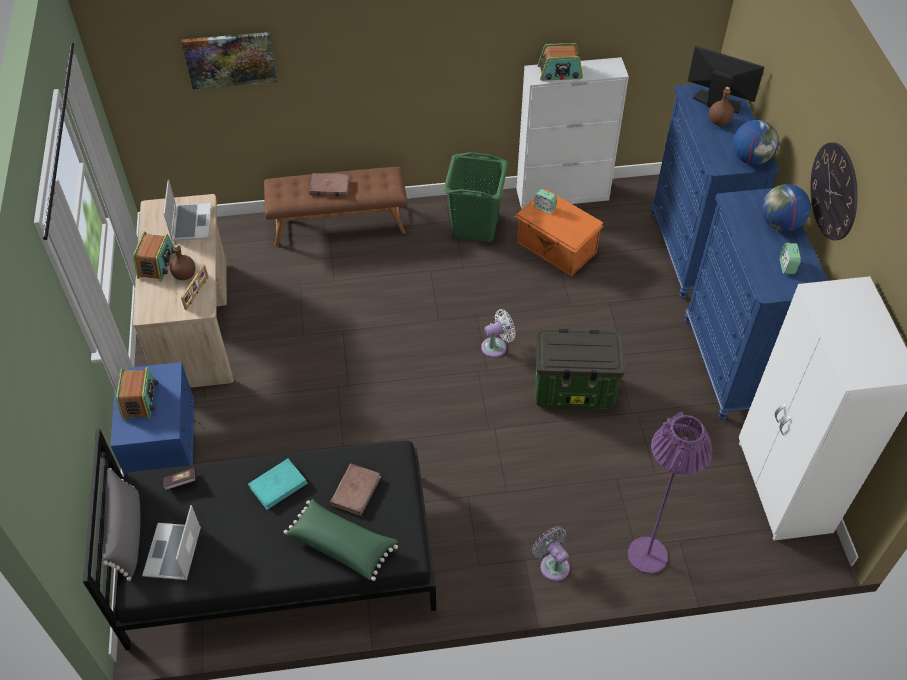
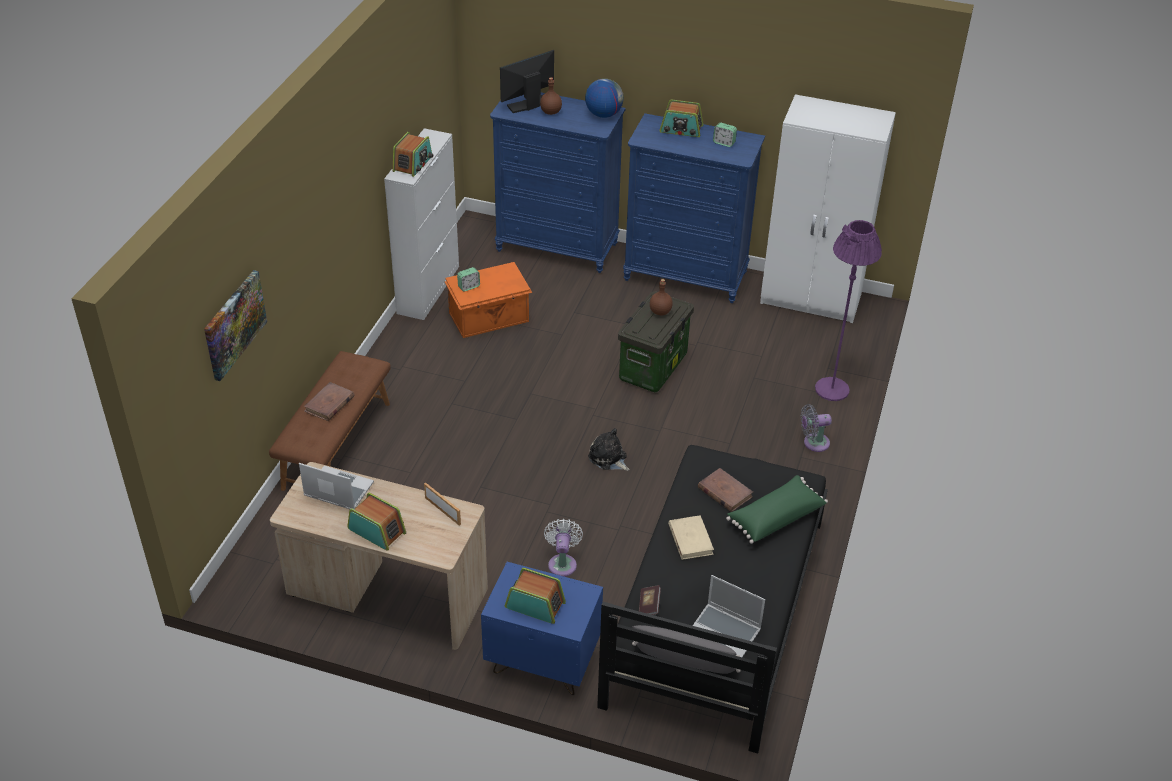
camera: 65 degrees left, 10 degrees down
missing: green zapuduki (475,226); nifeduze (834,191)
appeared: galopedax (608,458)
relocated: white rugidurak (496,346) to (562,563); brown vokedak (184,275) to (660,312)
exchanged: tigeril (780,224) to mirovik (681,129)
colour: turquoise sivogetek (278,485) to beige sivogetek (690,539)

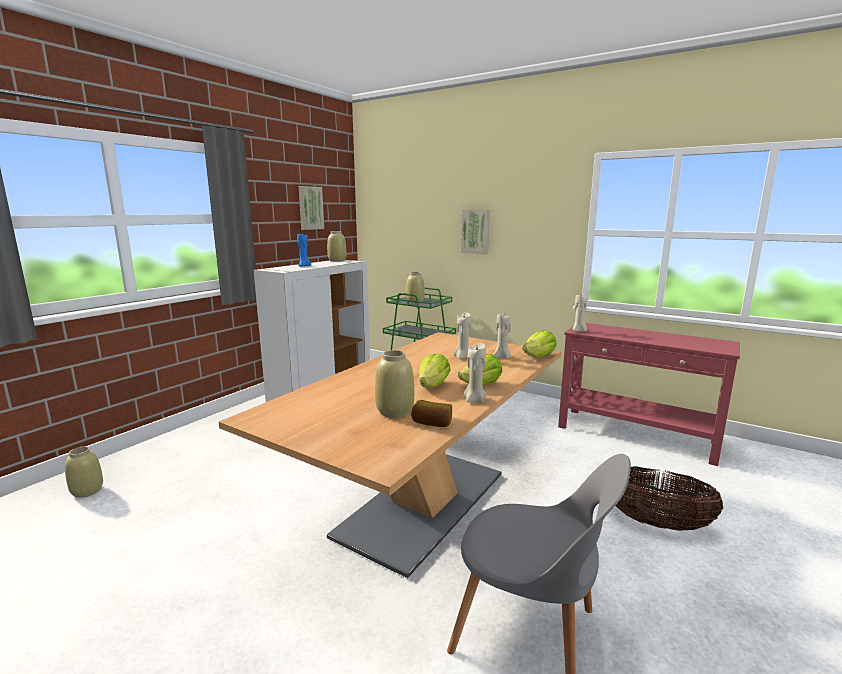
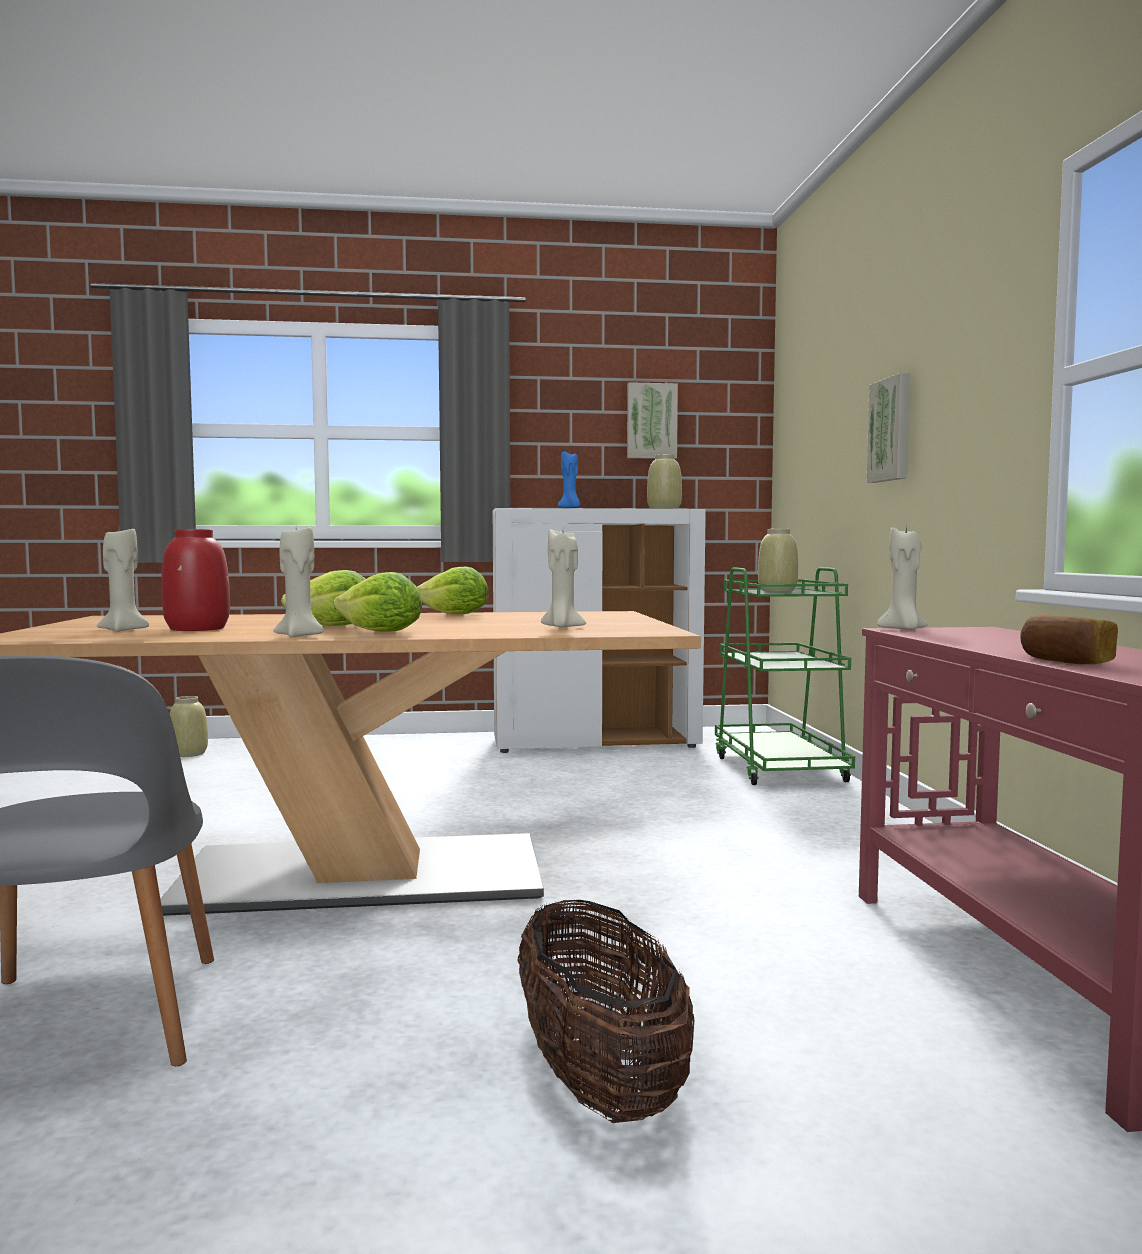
camera: 50 degrees right, 10 degrees down
relocated: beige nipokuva (462,357) to (124,630); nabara (539,356) to (455,615); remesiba (432,423) to (1064,661)
colour: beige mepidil (395,411) to red mepidil (198,629)

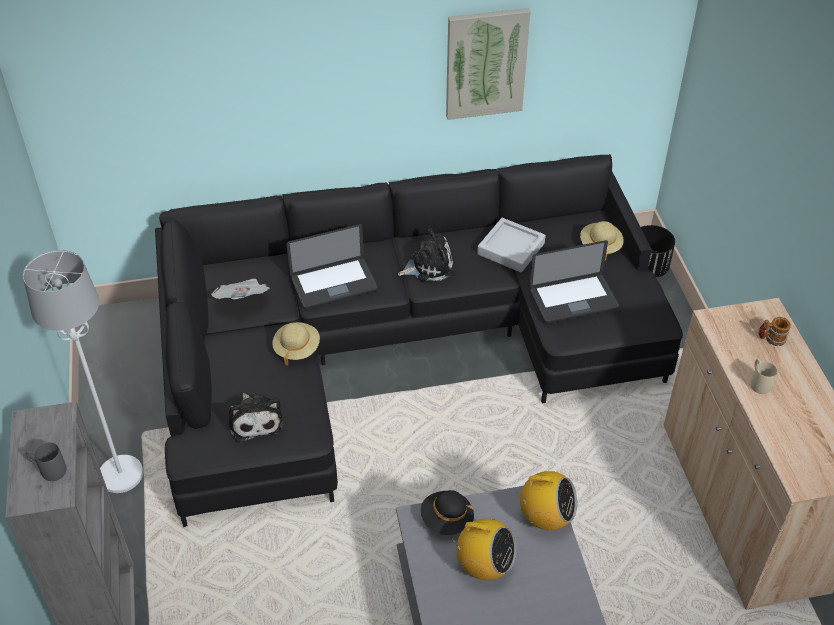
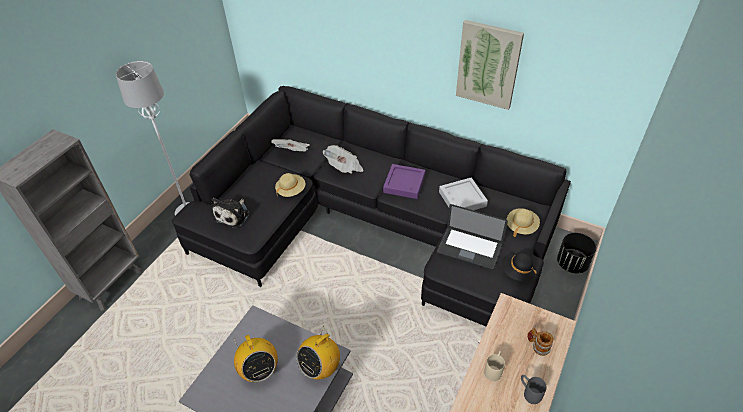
camera: 40 degrees right, 0 degrees up
relocated: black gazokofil (447,520) to (517,272); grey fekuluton (48,470) to (529,392)
exchanged: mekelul (334,284) to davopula (344,167); galopedax (428,266) to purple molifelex (404,184)
spun: mirovik (545,518) = (320,367) 75 degrees clockwise

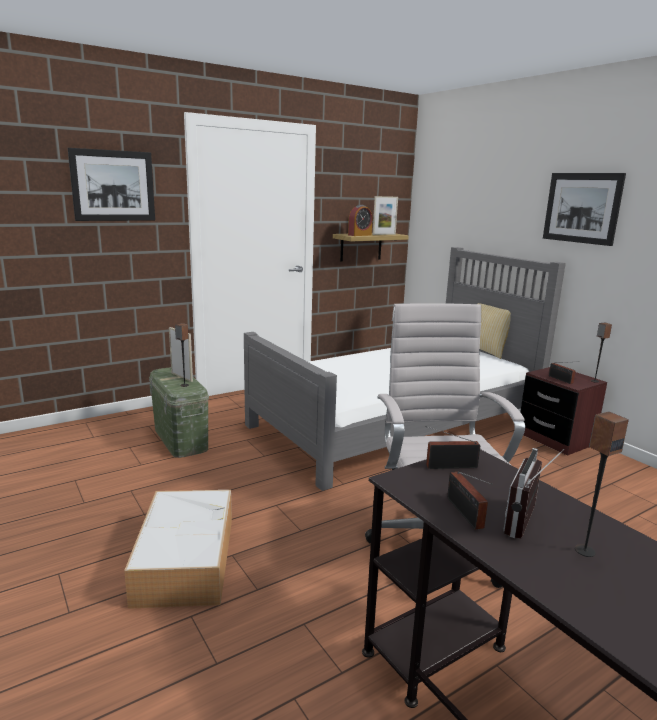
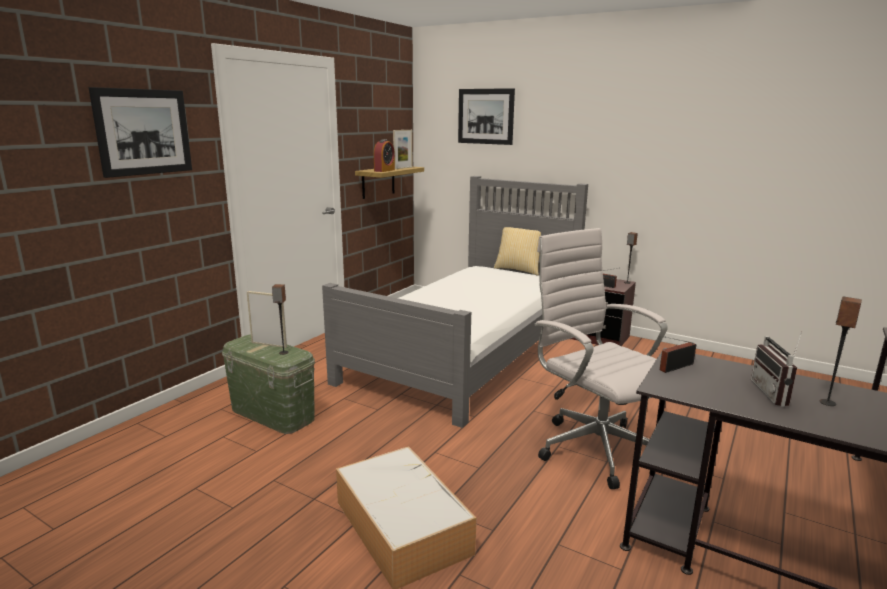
camera: 25 degrees left, 0 degrees up
missing: mirovik (465,514)
relocated: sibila (582,208) to (485,116)

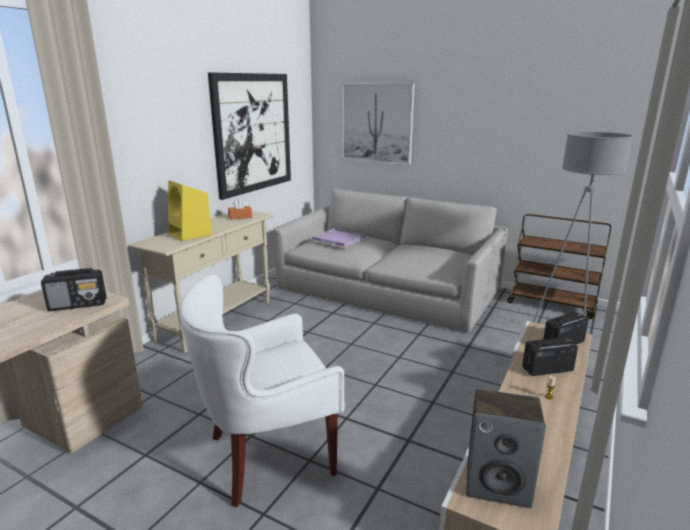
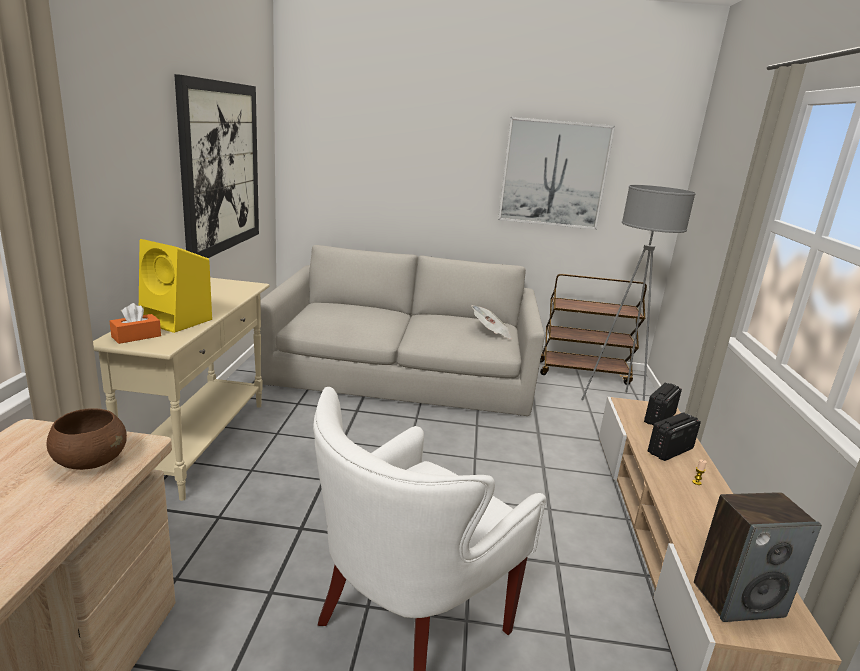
camera: 25 degrees left, 0 degrees up
missing: purple molifelex (339,239)
appeared: davopula (491,333)
relocated: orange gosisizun (240,217) to (136,336); sibila (376,123) to (554,174)
exchanged: mirovik (78,305) to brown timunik (90,462)

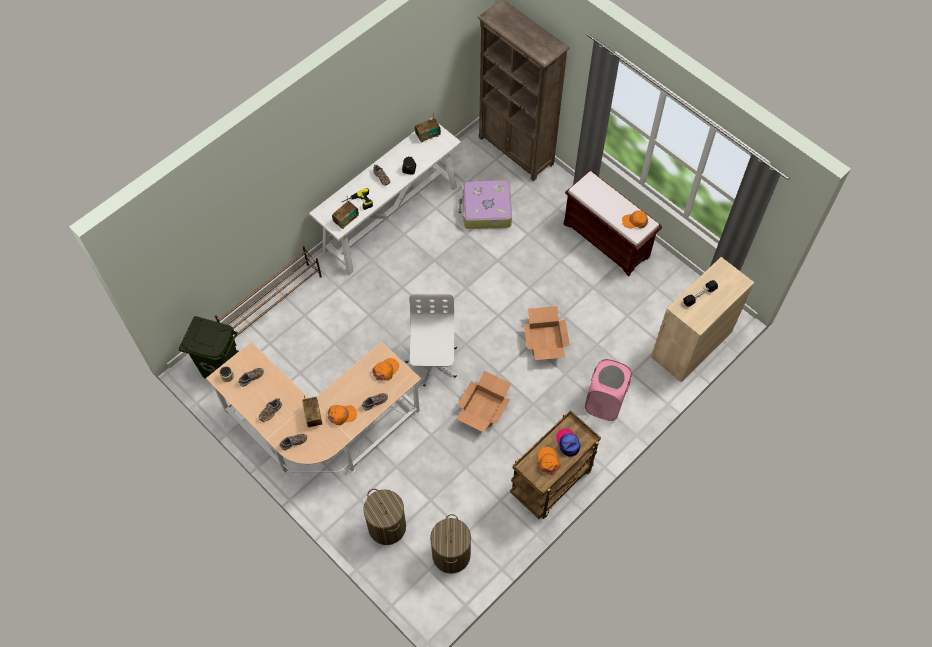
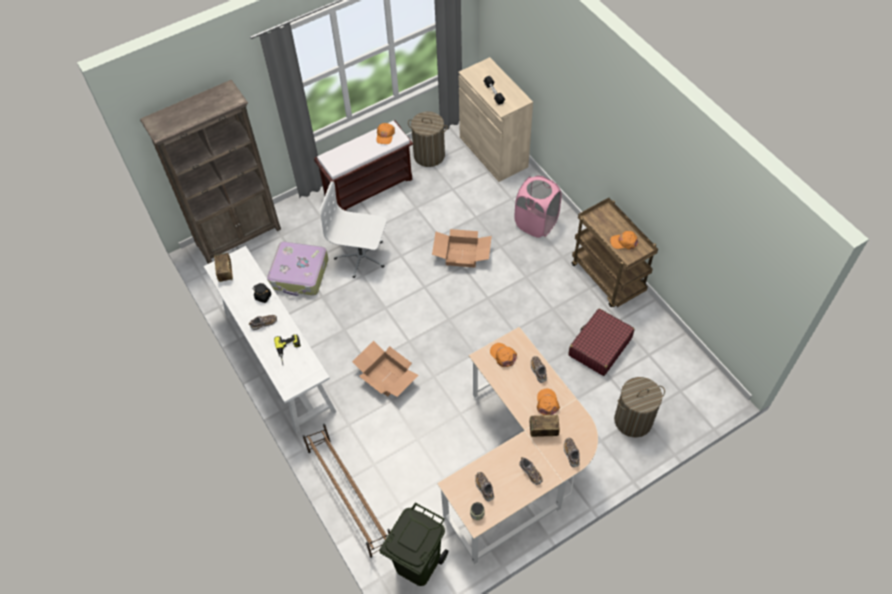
camera: 75 degrees left, 5 degrees down
missing: mirovik (346,220); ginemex (568,443)
appeared: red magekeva (599,347)
relocated: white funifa (432,362) to (361,257); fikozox (483,407) to (385,377); zapuduki (451,555) to (429,155)

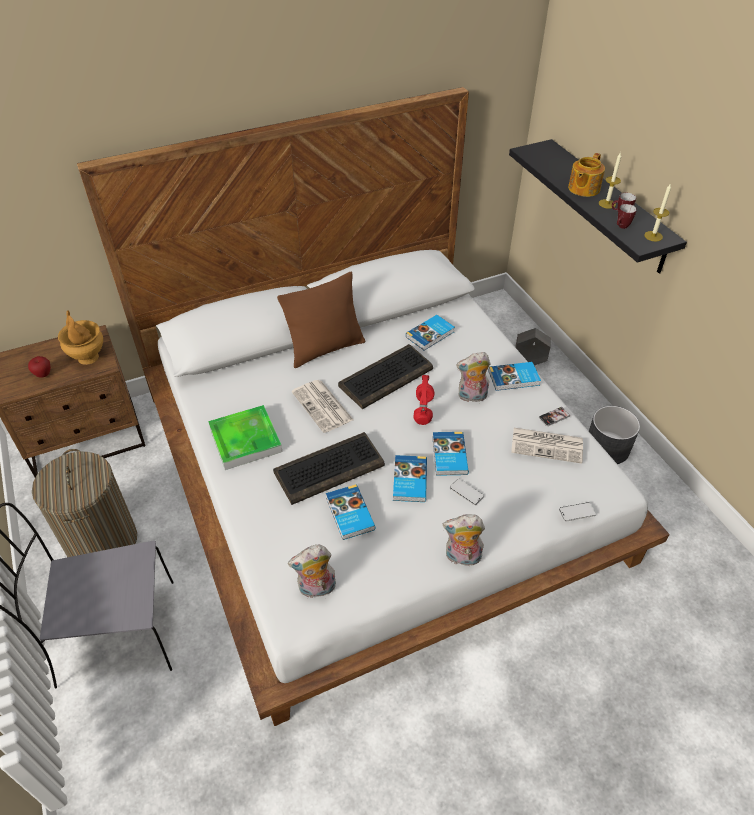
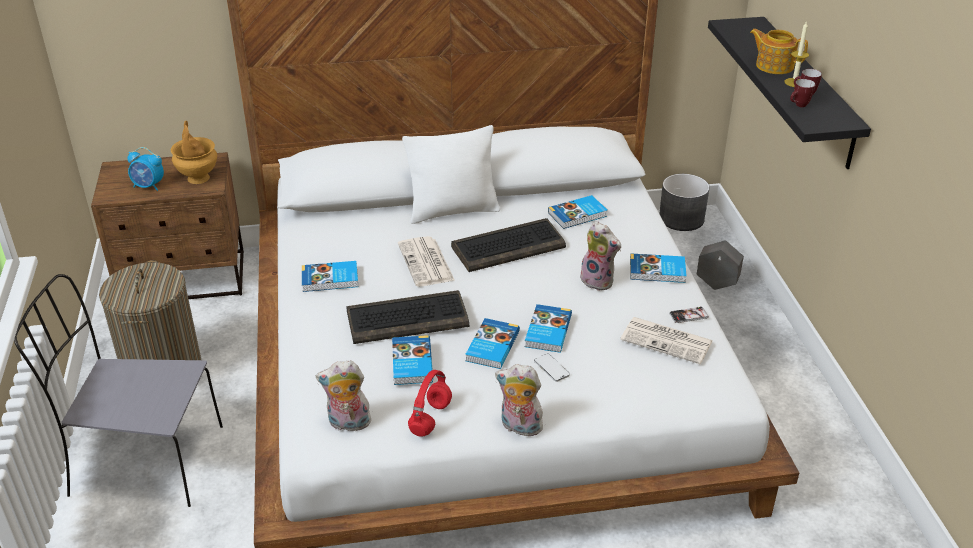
camera: 15 degrees right, 10 degrees down
missing: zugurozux (577,512); nipokuva (653,236)
relocated: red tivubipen (423,411) to (431,419); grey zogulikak (607,447) to (681,218)
exchanged: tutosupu (43,374) to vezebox (148,186); molifelex (245,440) to sivogetek (330,279)
colour: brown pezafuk (325,348) to white pezafuk (453,211)
spun: galopedax (471,397) = (599,281) 150 degrees counterclockwise; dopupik (583,189) = (774,65) 75 degrees clockwise

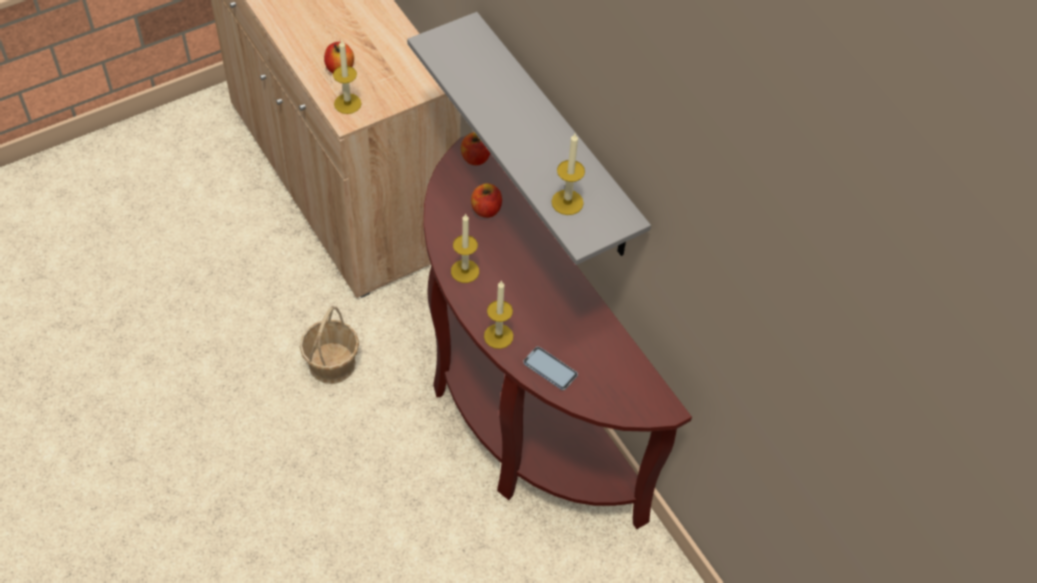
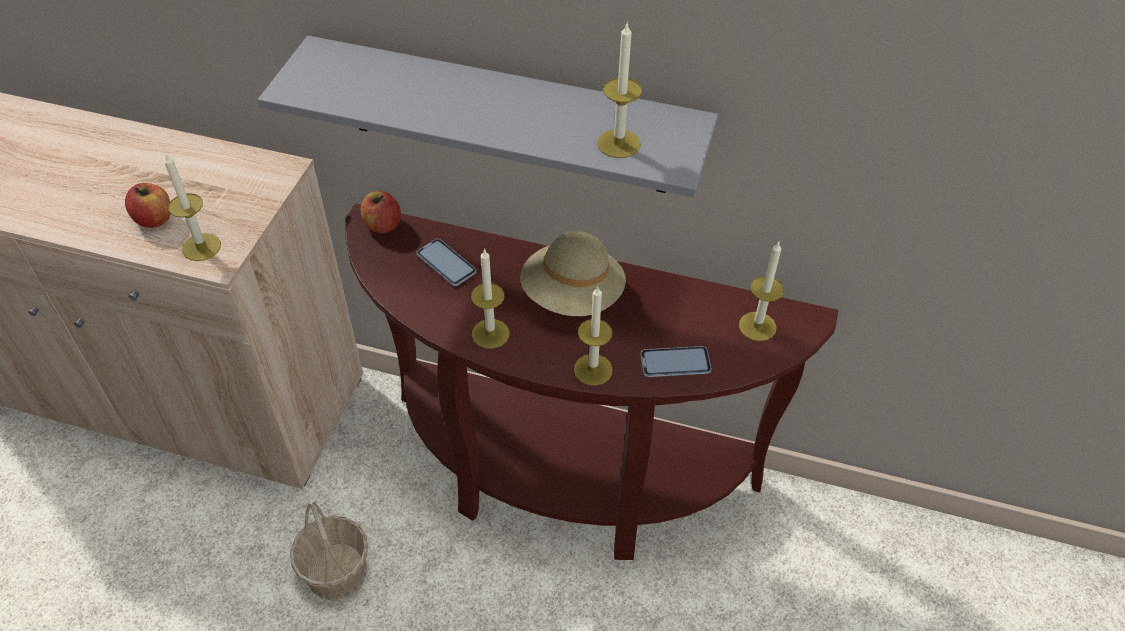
camera: 40 degrees left, 5 degrees down
appeared: beige gazokofil (572,296); nipokuva (757,326)
exchanged: tutosupu (486,209) to zugurozux (446,263)

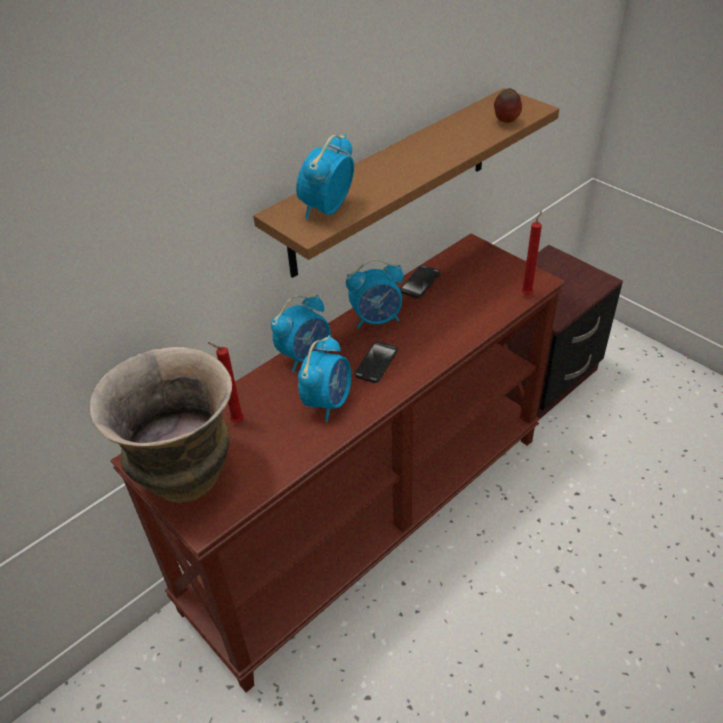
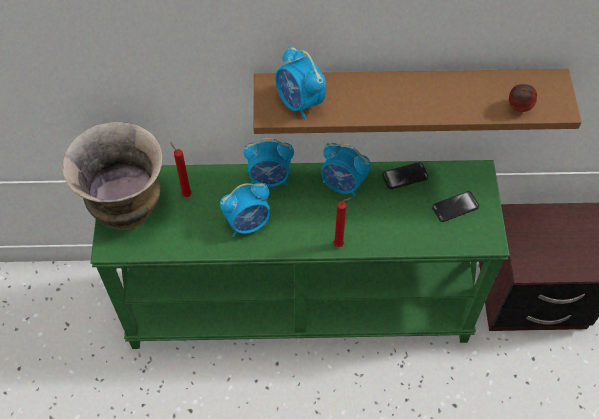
camera: 40 degrees right, 15 degrees up
relocated: red nipokuva (527,293) to (340,244); zugurozux (376,363) to (455,207)
colour: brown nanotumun (368,516) to green nanotumun (300,302)
spun: vezebox (327,210) = (299,102) 105 degrees counterclockwise

